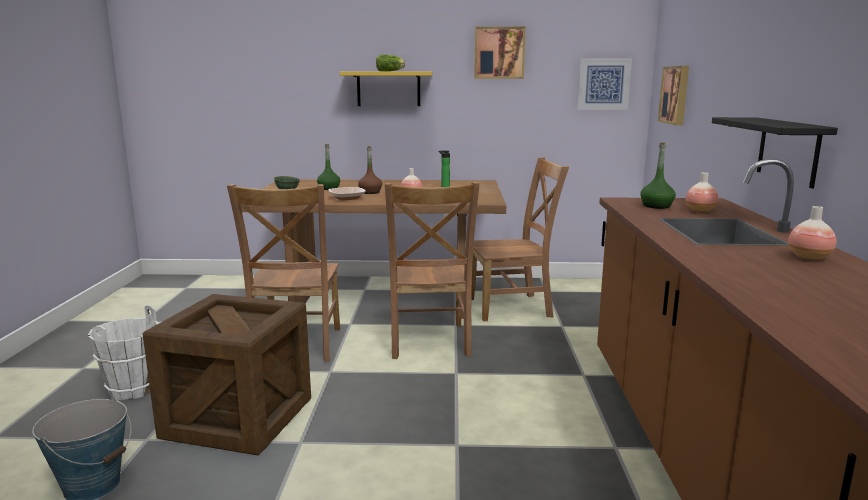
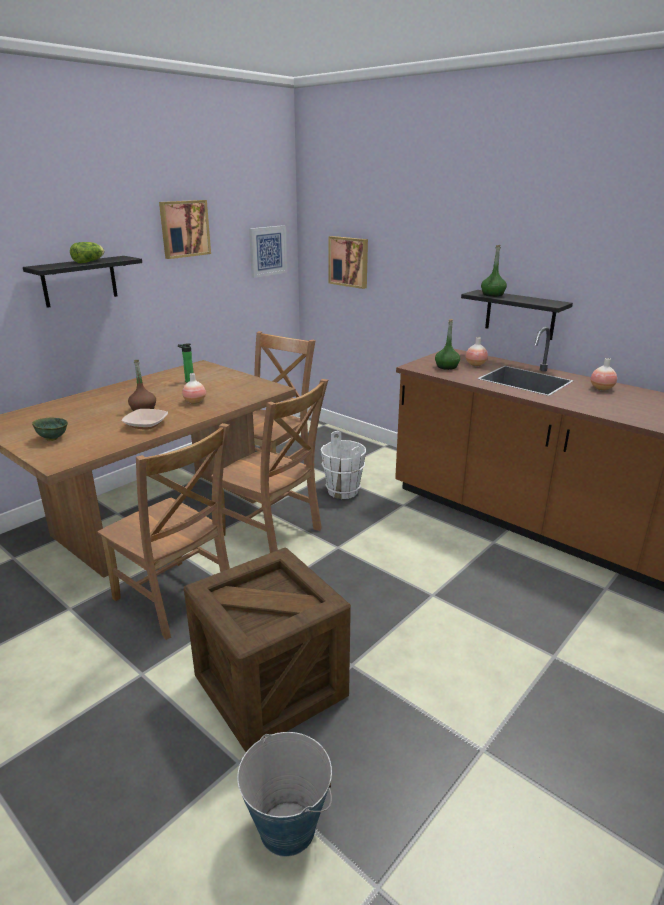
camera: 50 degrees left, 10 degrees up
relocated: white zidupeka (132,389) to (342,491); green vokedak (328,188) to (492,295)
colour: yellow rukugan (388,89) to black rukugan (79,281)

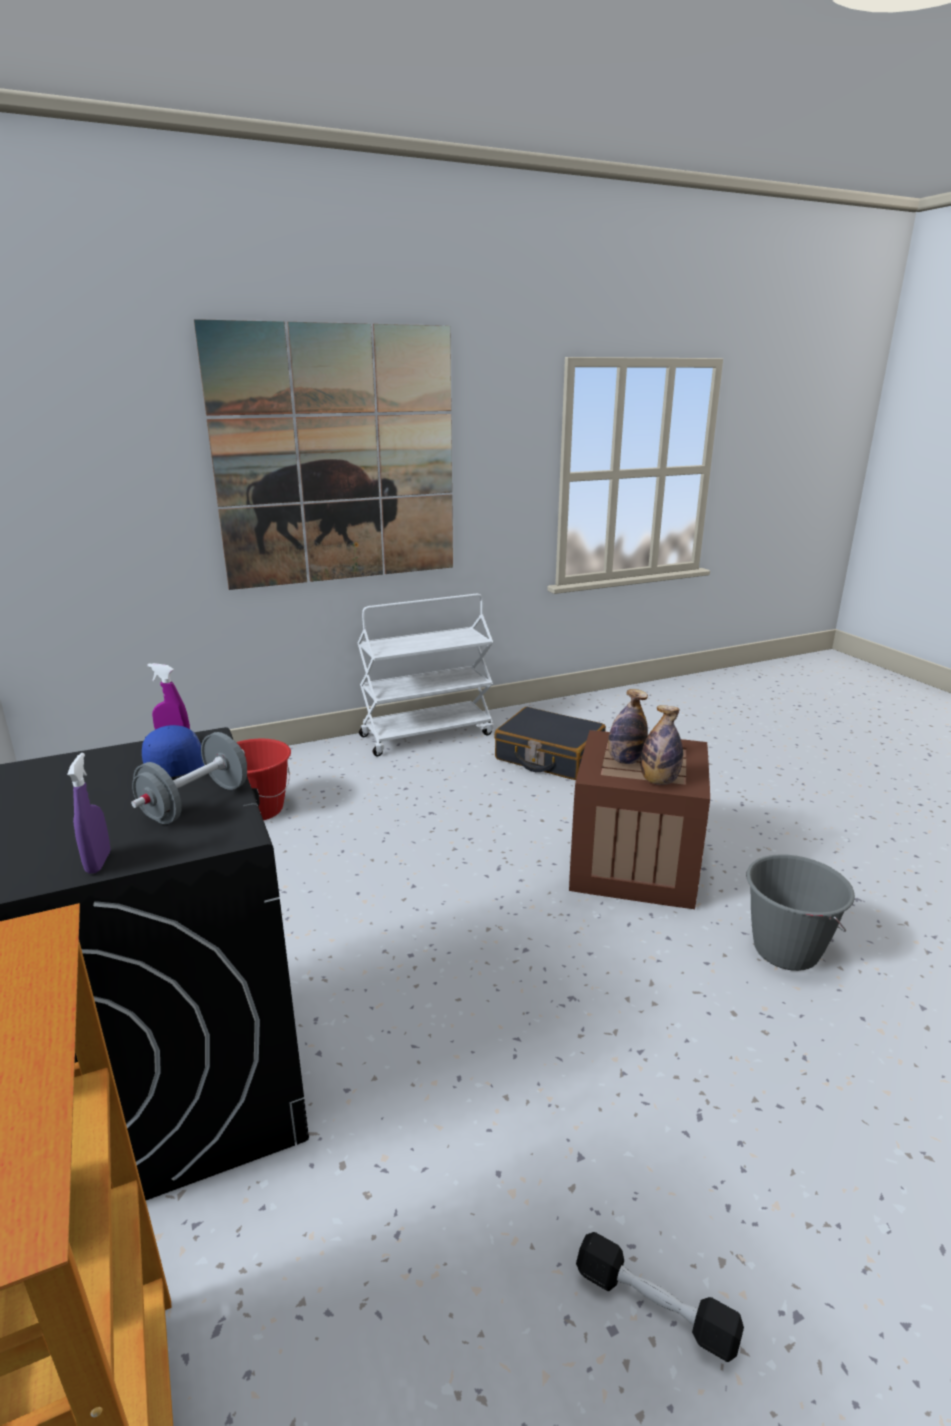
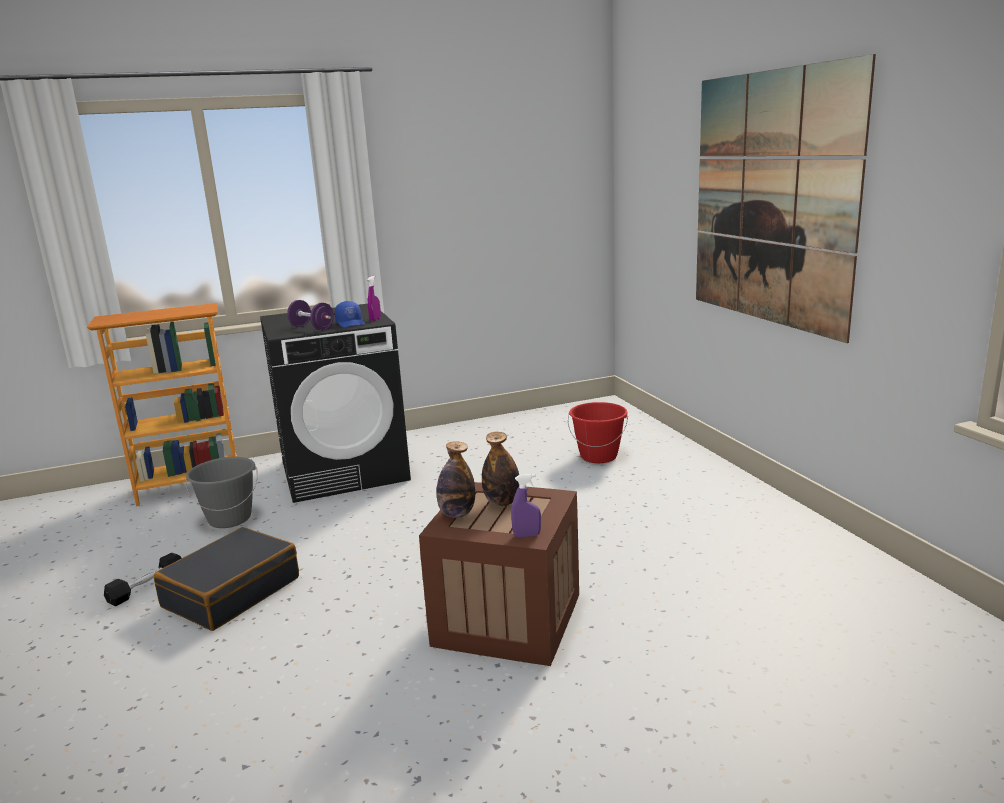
camera: 95 degrees right, 5 degrees down
missing: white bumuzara (427,734)
relocated: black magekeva (549,757) to (231,592); grey zidupeka (785,950) to (230,519); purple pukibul (98,862) to (527,535)
colour: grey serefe (196,803) to purple serefe (312,328)

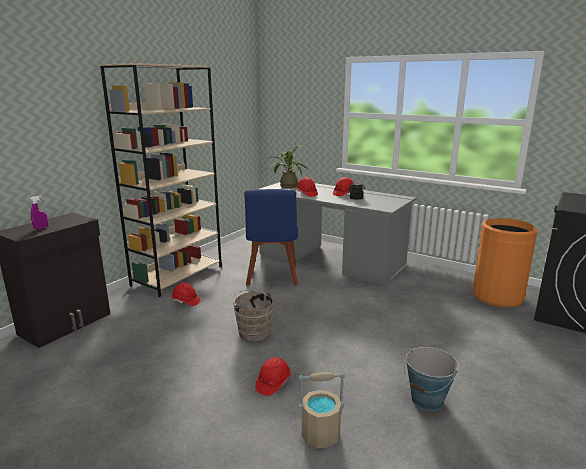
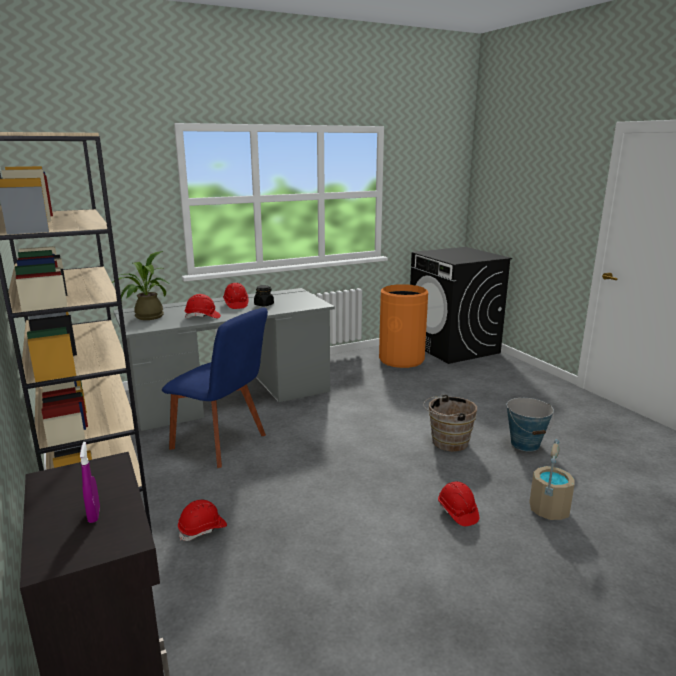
camera: 60 degrees left, 0 degrees up
relocated: brown zidupeka (253,331) to (447,442)

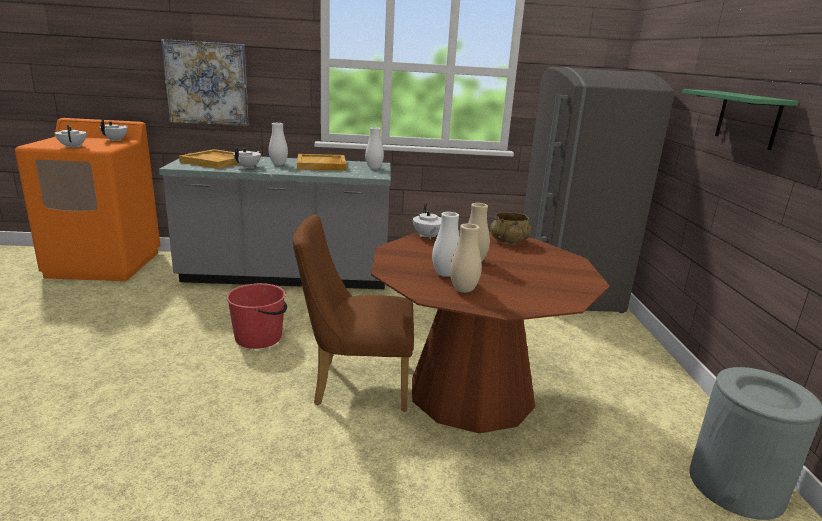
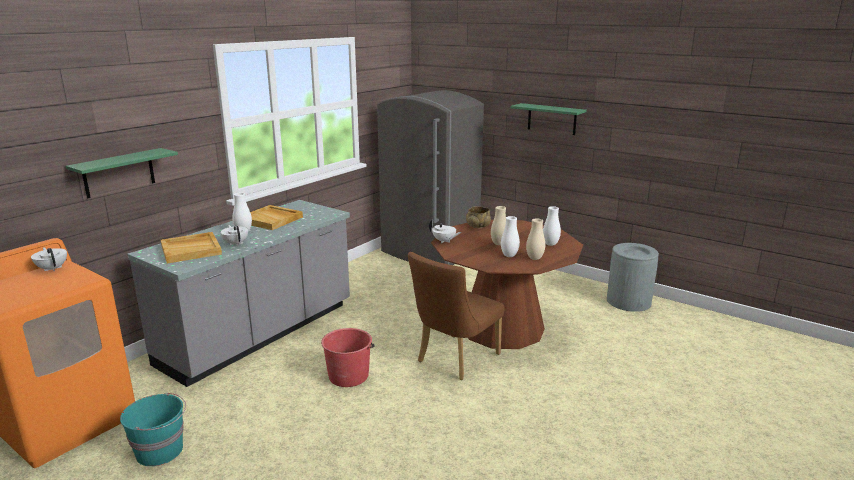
camera: 50 degrees left, 0 degrees up
missing: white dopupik (73,147)
appeared: turquoise zidupeka (160,451)
relocated: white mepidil (374,168) to (550,244)
exchanged: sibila (207,83) to green rukugan (119,173)

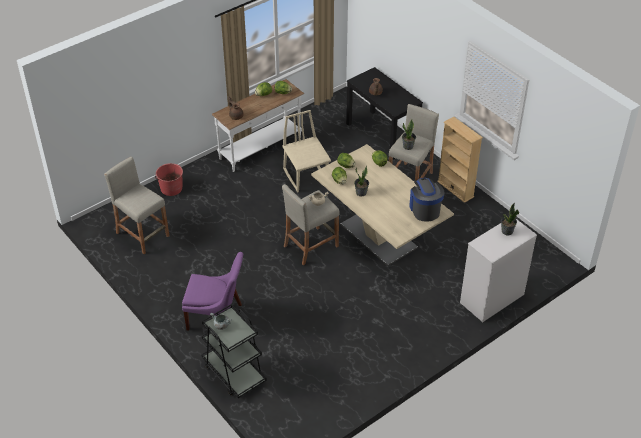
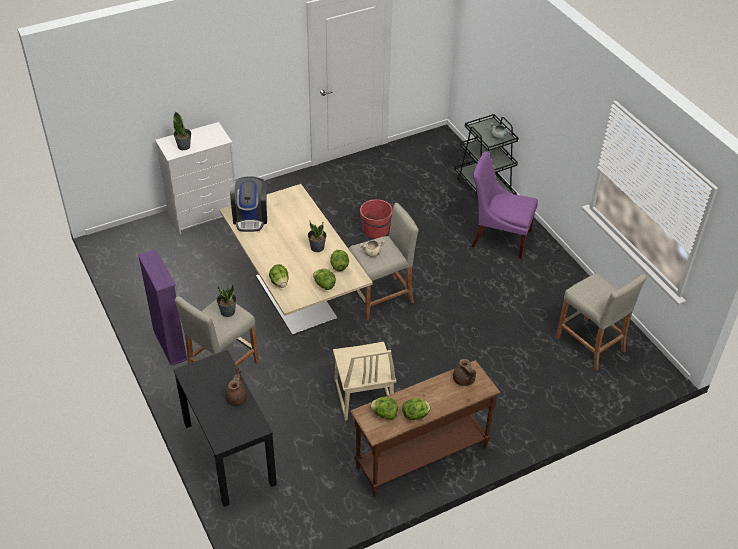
camera: 170 degrees left, 0 degrees up
relocated: red zidupeka (171,188) to (376,230)
colour: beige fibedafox (455,189) to purple fibedafox (170,344); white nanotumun (261,149) to brown nanotumun (421,456)

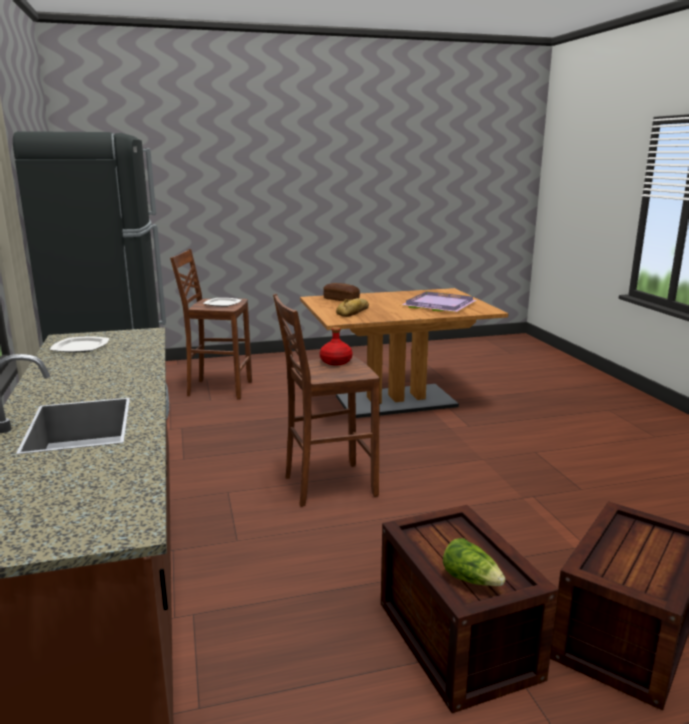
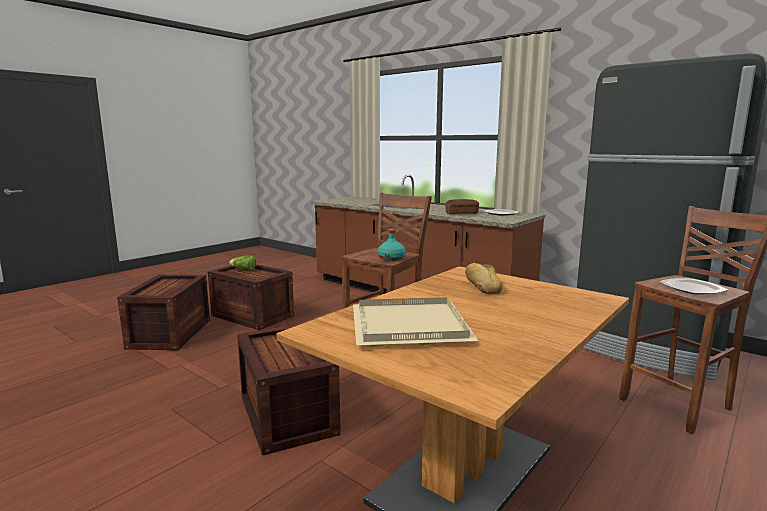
camera: 145 degrees right, 5 degrees down
appeared: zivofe (288,415)
relocated: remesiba (341,300) to (461,213)
colour: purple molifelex (438,305) to beige molifelex (411,325); red vokedak (336,361) to turquoise vokedak (391,258)

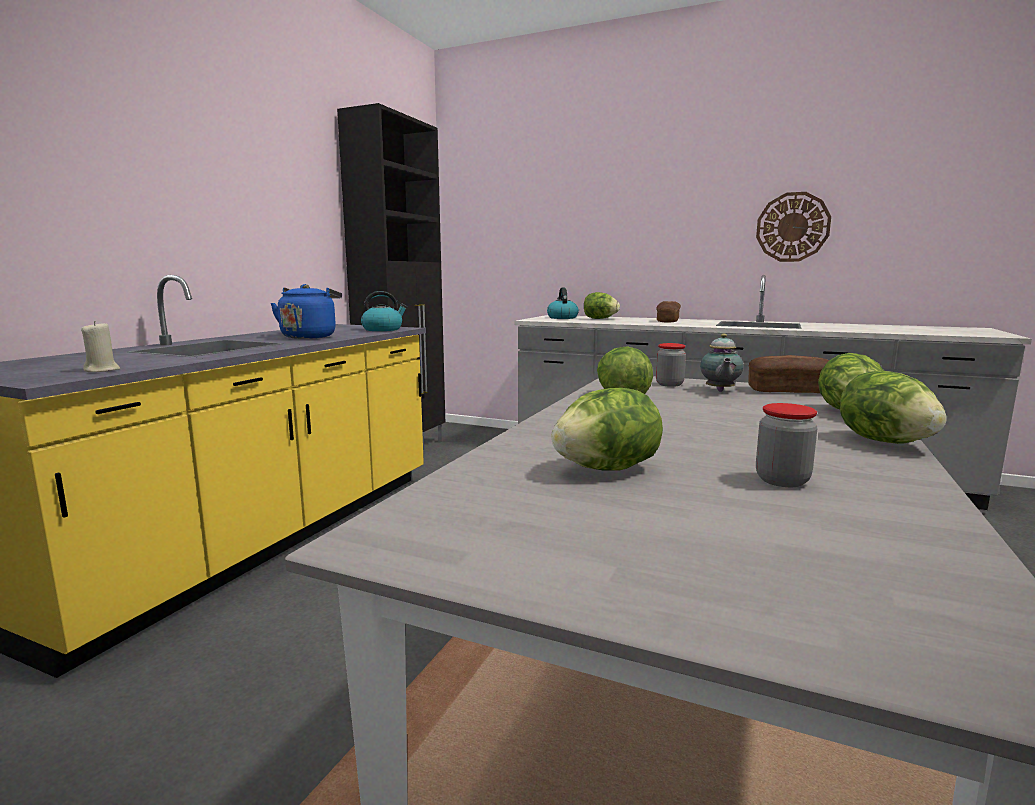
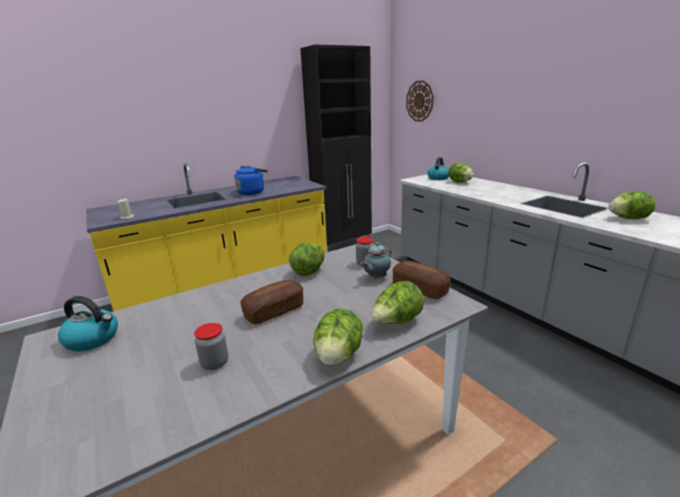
camera: 35 degrees right, 10 degrees up
relocated: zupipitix (383,329) to (93,339); remesiba (668,321) to (274,311); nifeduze (792,227) to (419,101); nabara (606,469) to (628,218)

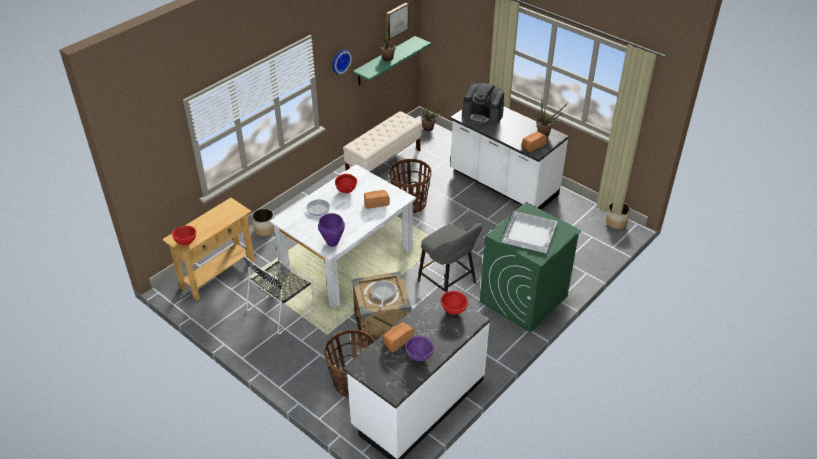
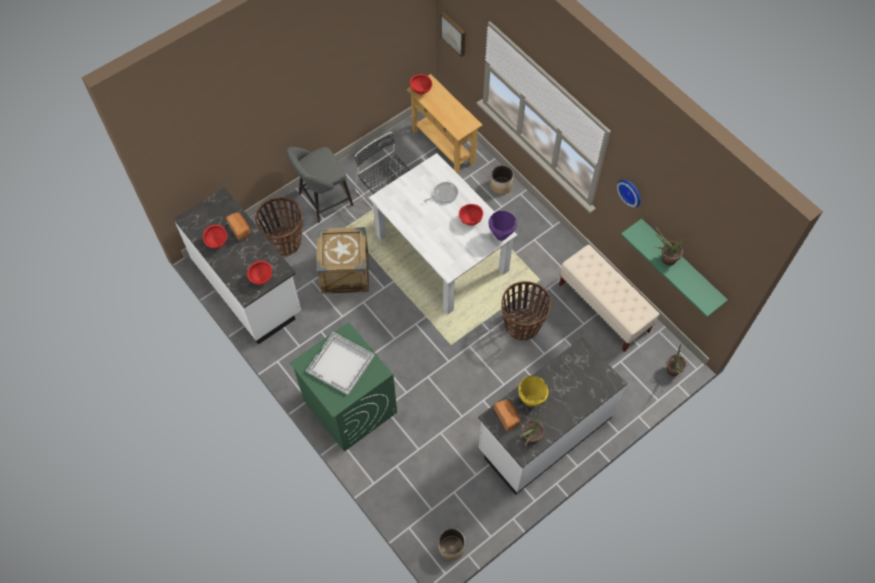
camera: 100 degrees right, 20 degrees up
missing: remesiba (376,203); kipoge (383,293); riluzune (483,115)
appeared: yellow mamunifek (530,401)
relocated: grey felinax (449,284) to (323,201); sibila (396,20) to (454,33); purple mamunifek (332,243) to (501,236)
colour: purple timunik (419,357) to red timunik (217,243)

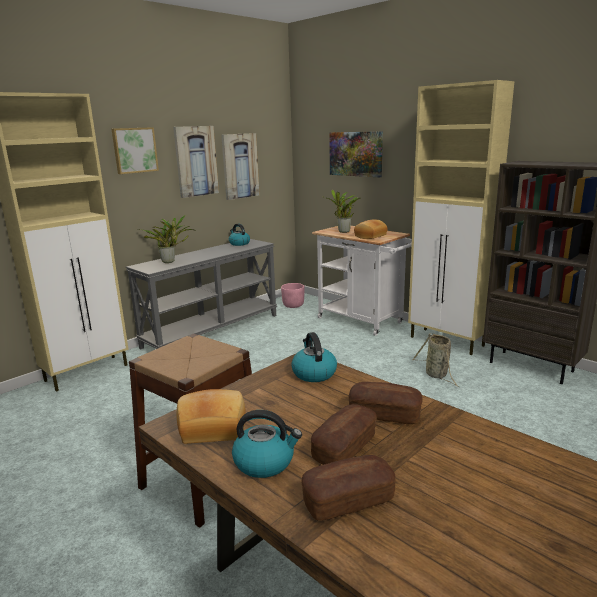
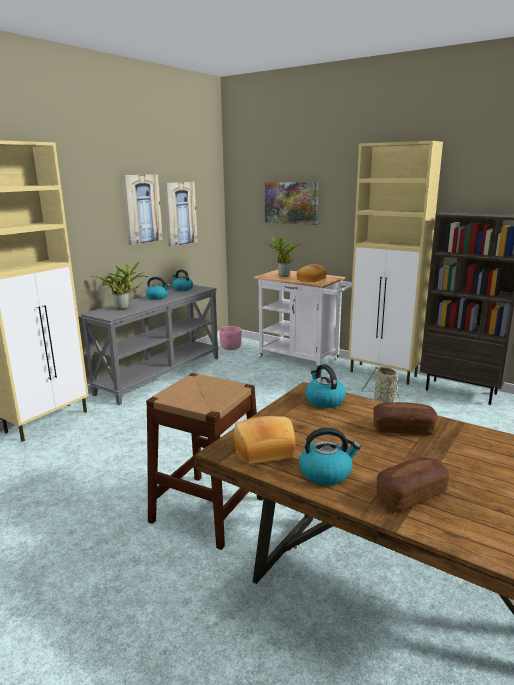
camera: 10 degrees left, 0 degrees up
missing: sibila (134,150); remesiba (344,448)
appeared: zupipitix (157,297)

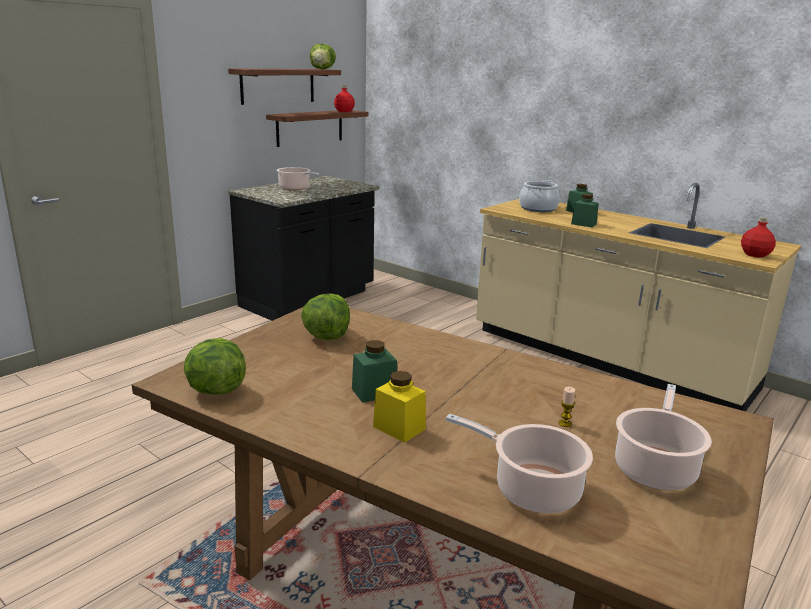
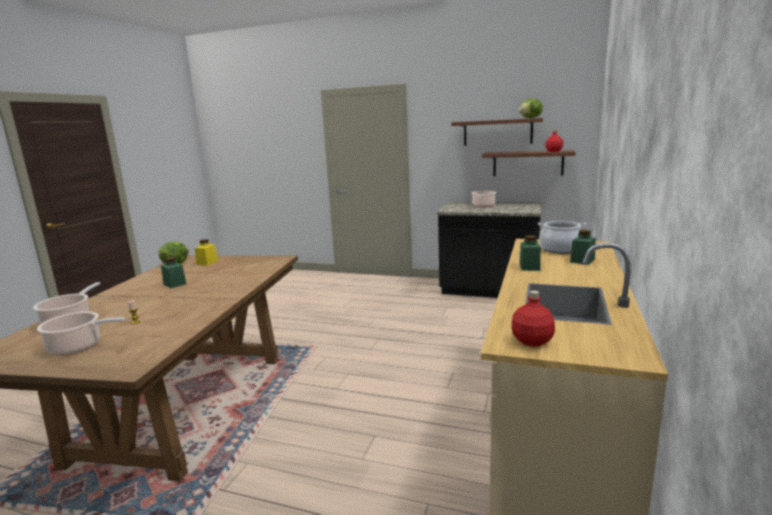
camera: 70 degrees right, 5 degrees down
missing: nabara (326,336)
relocated: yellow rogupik (399,428) to (207,262)

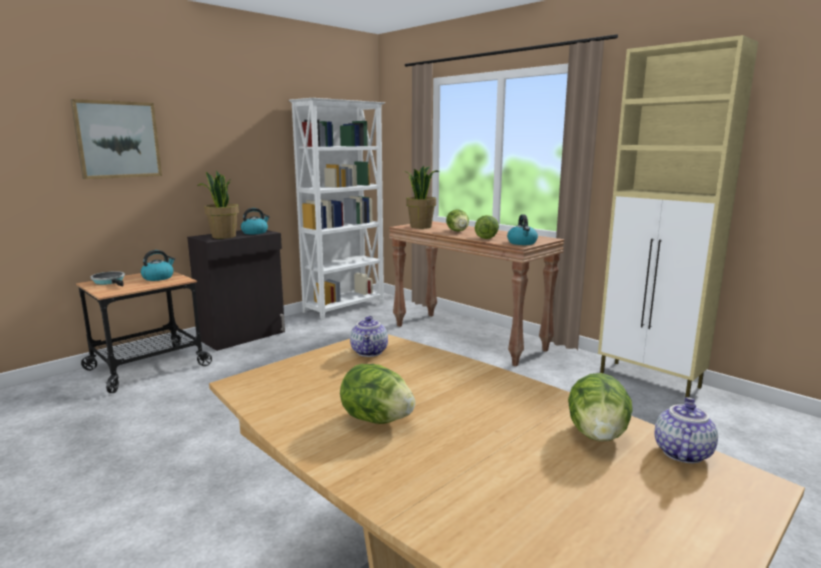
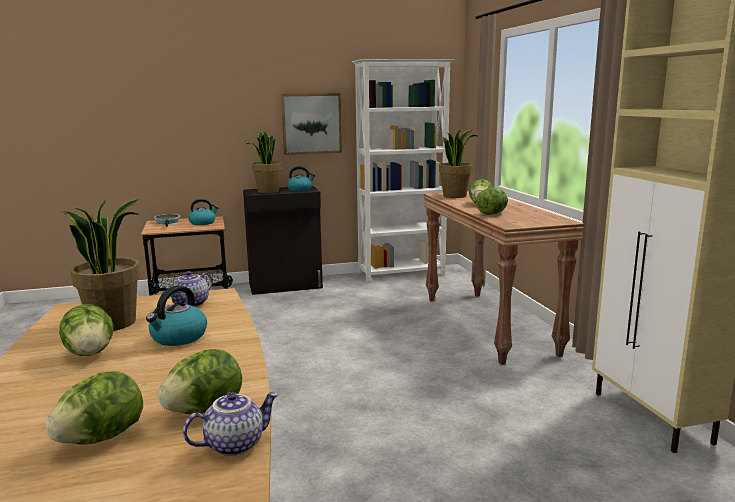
camera: 30 degrees right, 0 degrees up
appeared: nabara (101,437); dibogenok (113,323)
relocated: zupipitix (522,243) to (178,337); sibila (118,140) to (311,123)

